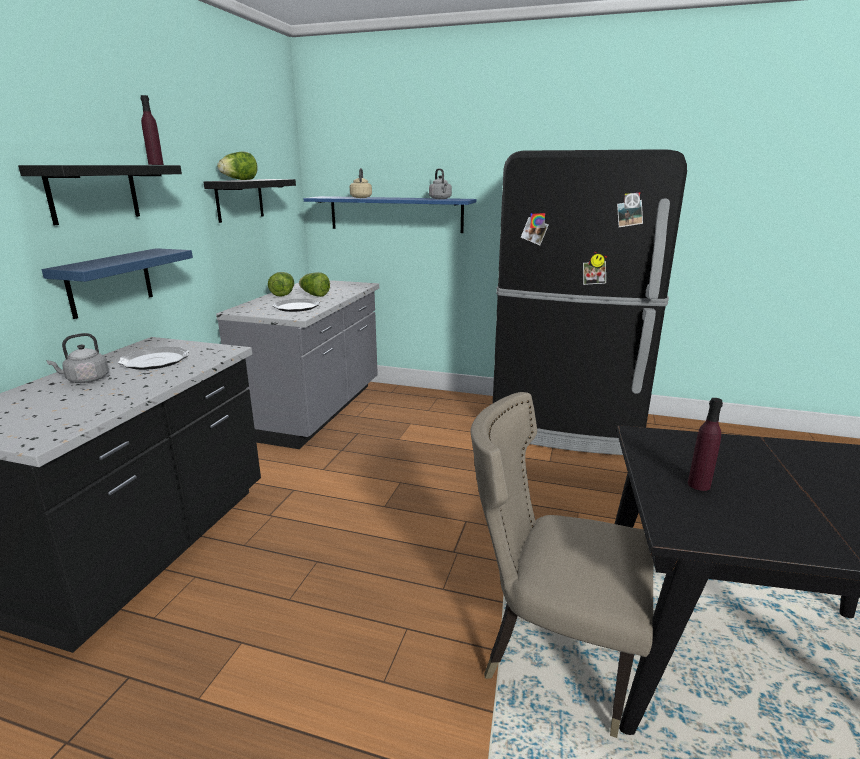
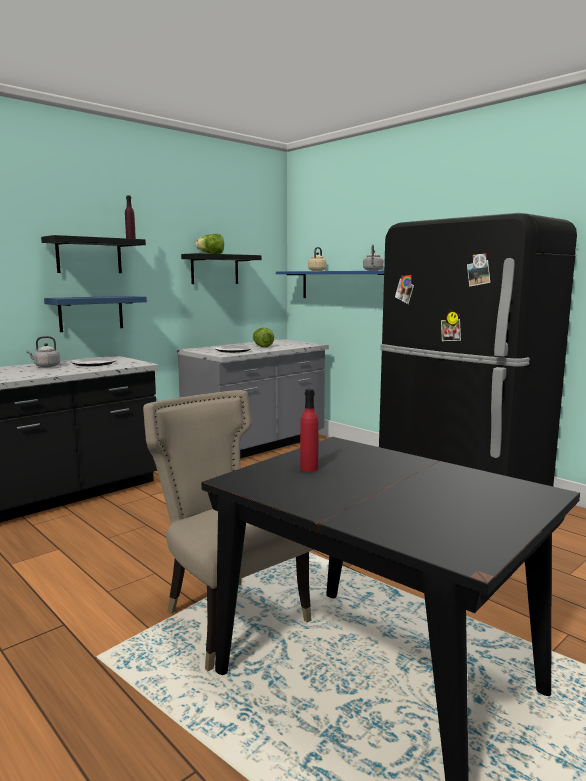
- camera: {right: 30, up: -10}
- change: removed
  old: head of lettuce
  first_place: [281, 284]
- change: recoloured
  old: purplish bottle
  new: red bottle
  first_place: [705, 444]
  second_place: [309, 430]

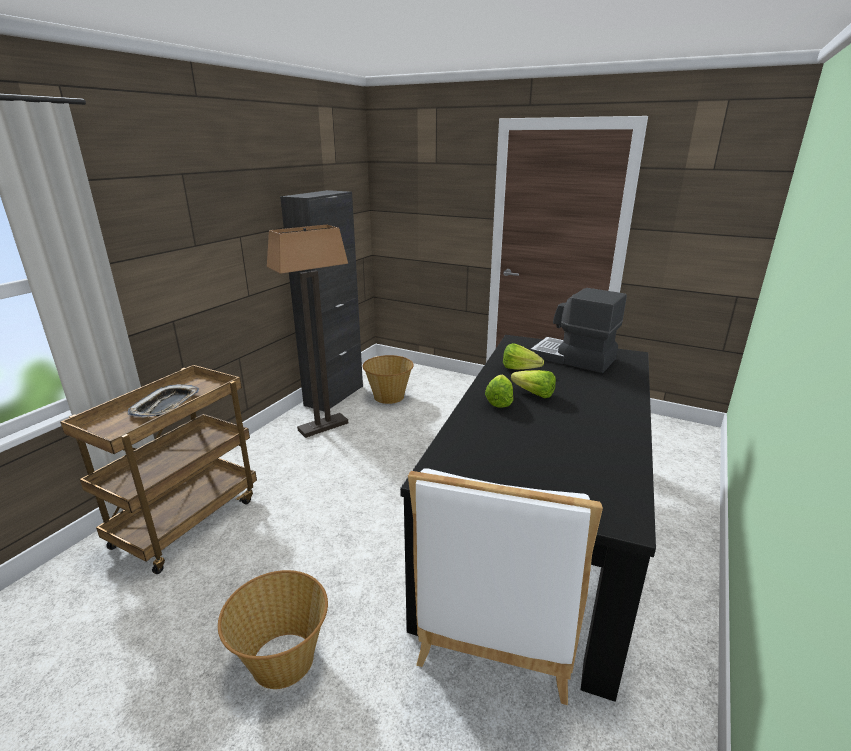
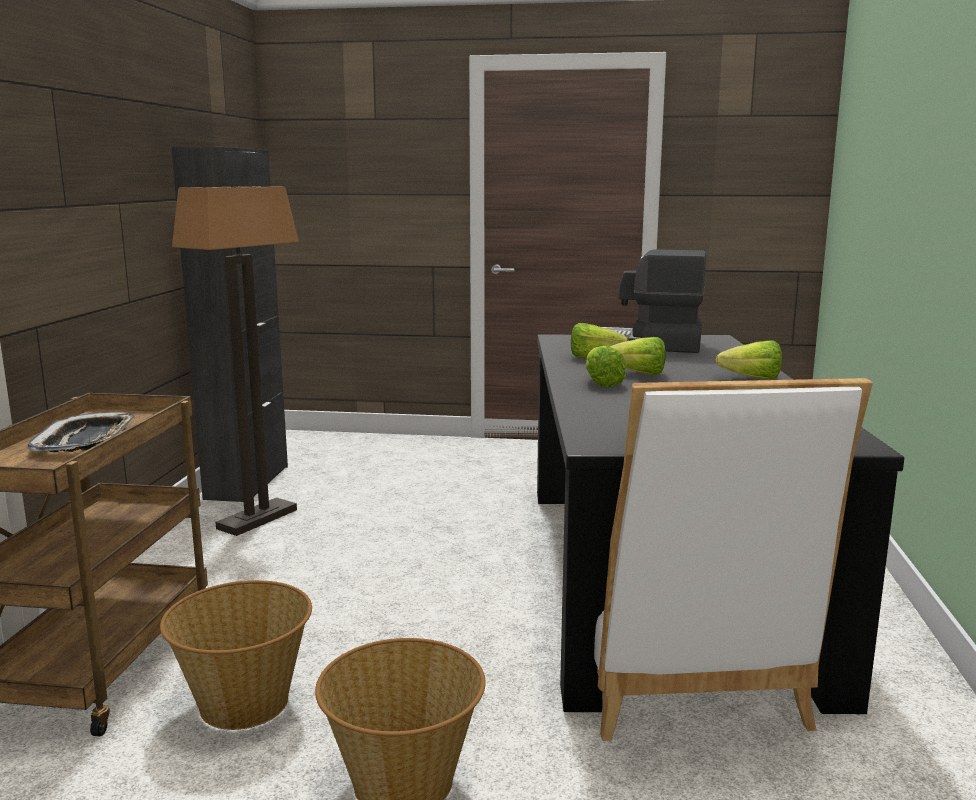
- camera: {right: -20, up: -10}
- change: moved
  old: basket
  first_place: [388, 379]
  second_place: [236, 655]
- change: added
  new: head of lettuce
  second_place: [749, 360]

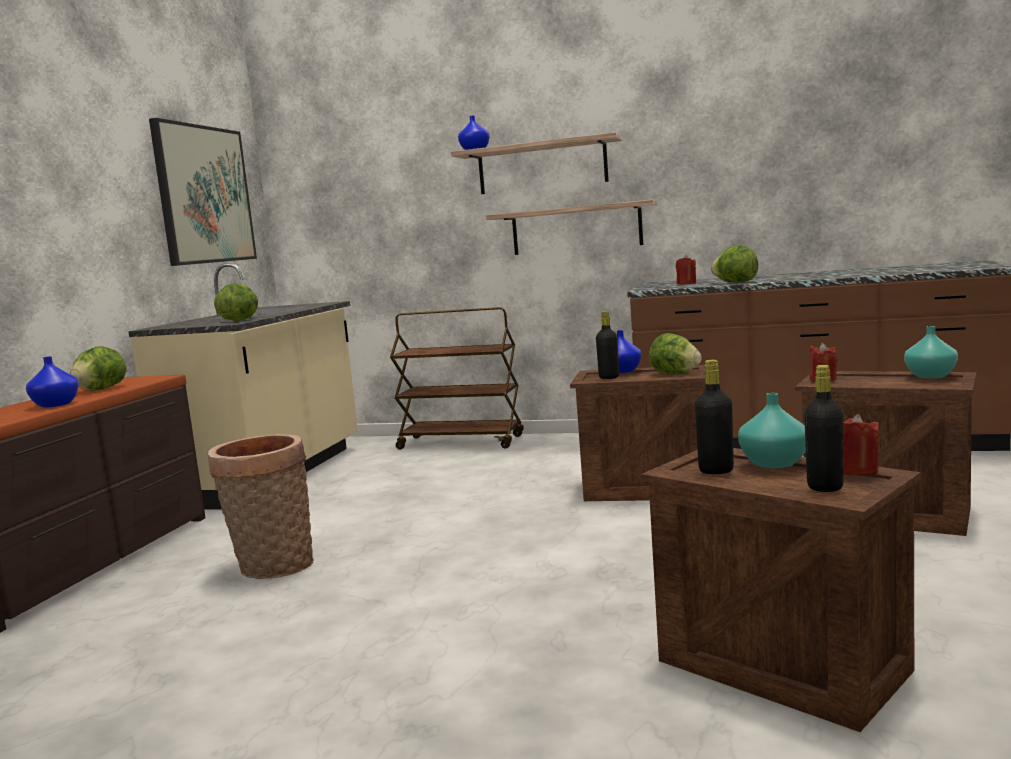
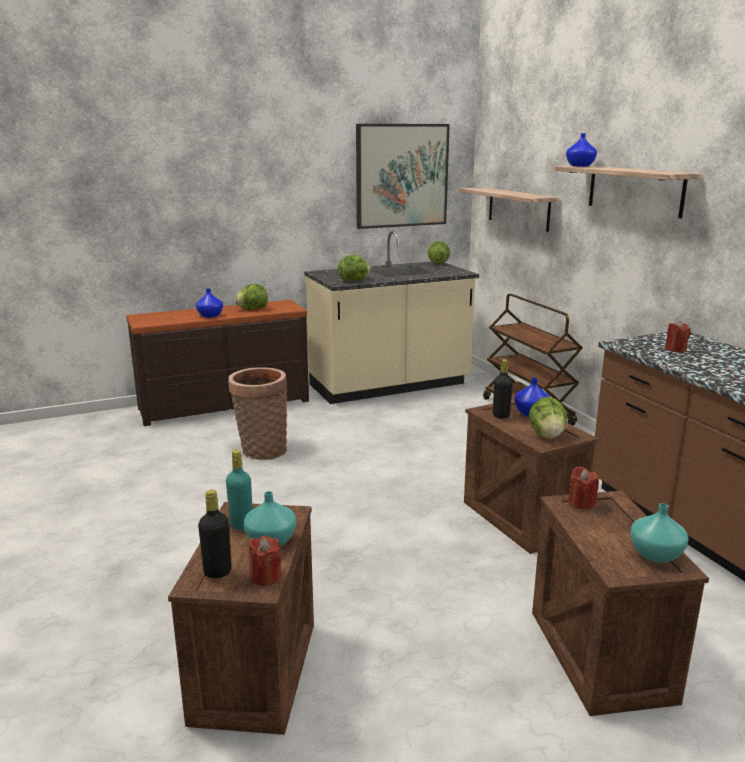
- camera: {right: 50, up: 10}
- change: moved
  old: wall shelf
  first_place: [571, 227]
  second_place: [510, 209]
- change: recoloured
  old: black bottle
  new: turquoise bottle
  first_place: [714, 417]
  second_place: [239, 490]
- change: moved
  old: head of lettuce
  first_place: [734, 264]
  second_place: [439, 253]

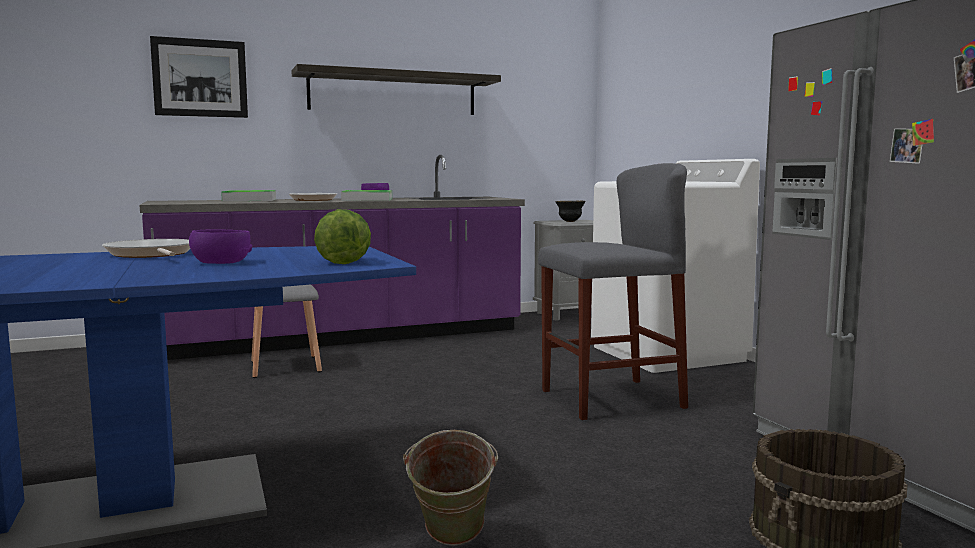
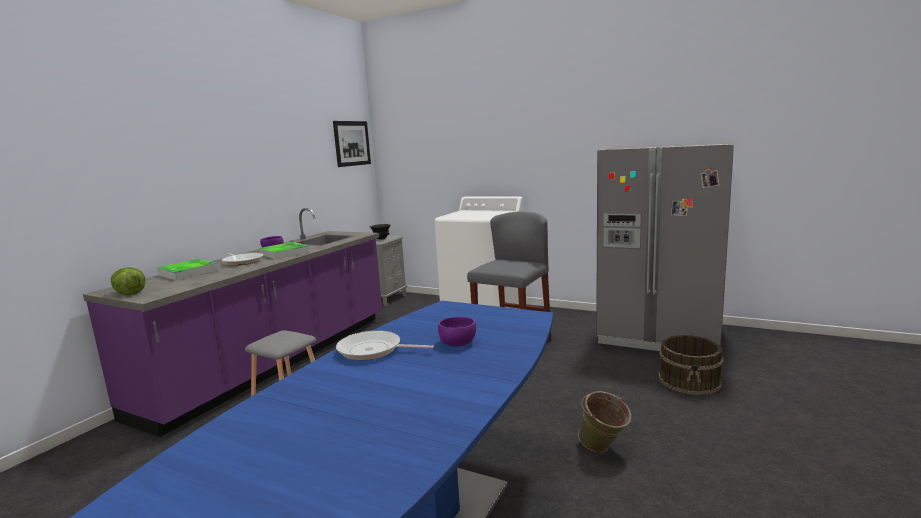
- camera: {right: -40, up: 5}
- change: moved
  old: wall picture
  first_place: [199, 77]
  second_place: [352, 144]
- change: removed
  old: wall shelf
  first_place: [396, 89]
- change: moved
  old: head of lettuce
  first_place: [342, 236]
  second_place: [128, 281]

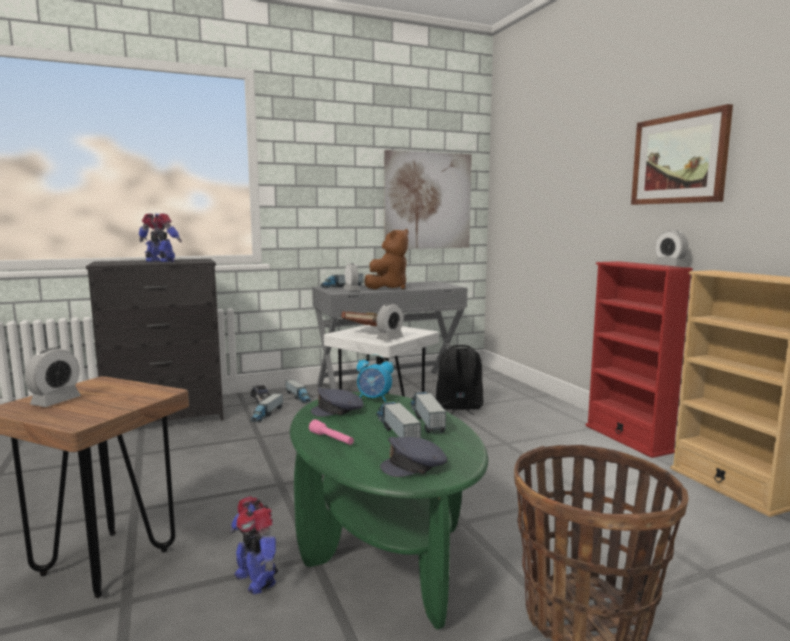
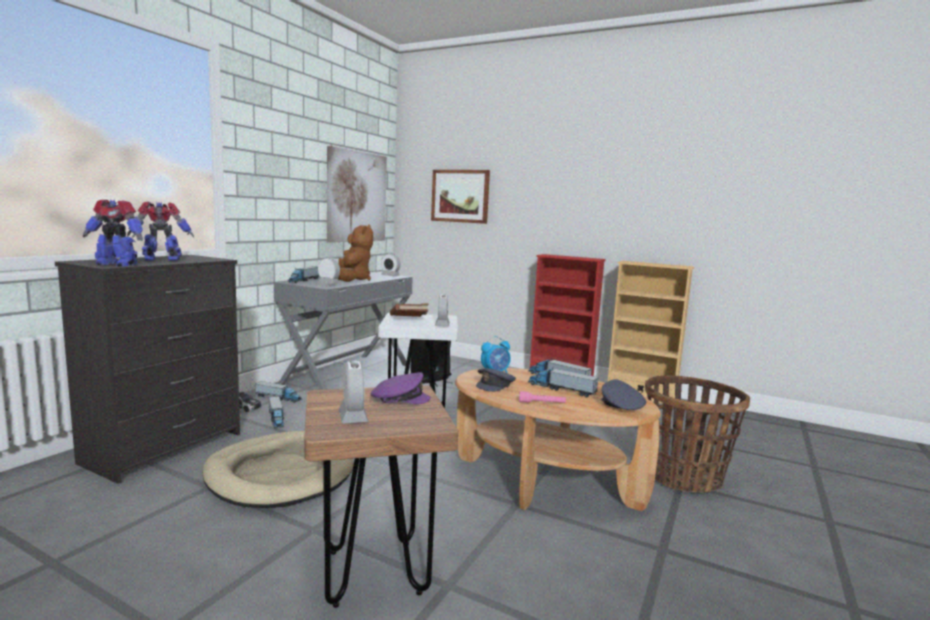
- camera: {right: -40, up: 0}
- change: moved
  old: robot figure
  first_place: [253, 545]
  second_place: [113, 233]
- change: recoloured
  old: green-coloured low table
  new: brown-coloured low table
  first_place: [389, 511]
  second_place: [558, 439]
- change: turned
  old: gray peaked cap
  first_place: [413, 457]
  second_place: [623, 394]
  degrees: 135
- change: moved
  old: wall picture
  first_place: [682, 154]
  second_place: [460, 197]
- change: moved
  old: table clock
  first_place: [671, 248]
  second_place: [391, 264]
- change: added
  new: beige-coloured dog cushion
  second_place: [278, 469]
- change: added
  new: purplish peaked cap
  second_place: [401, 388]

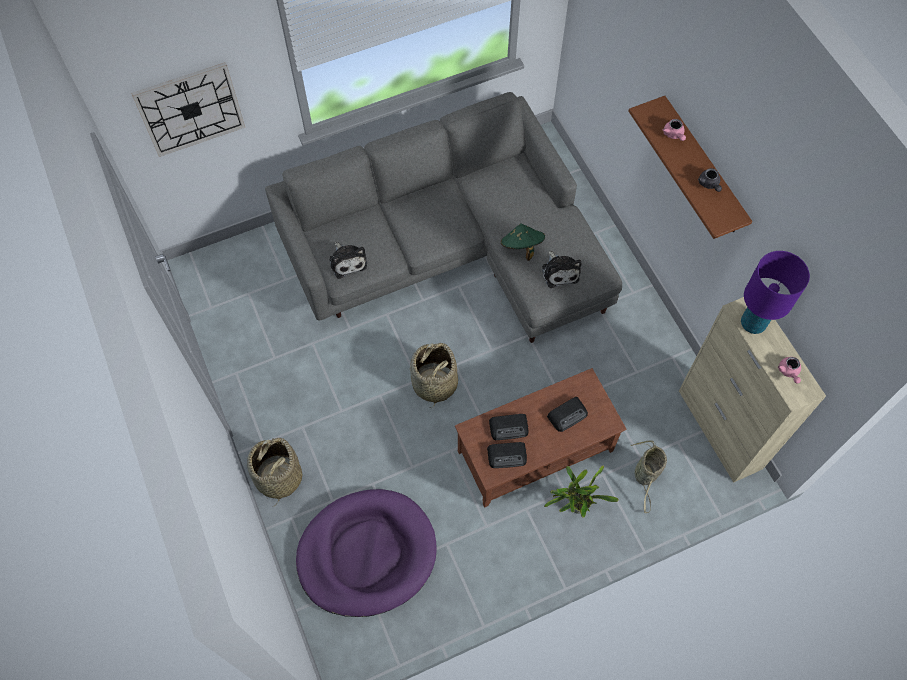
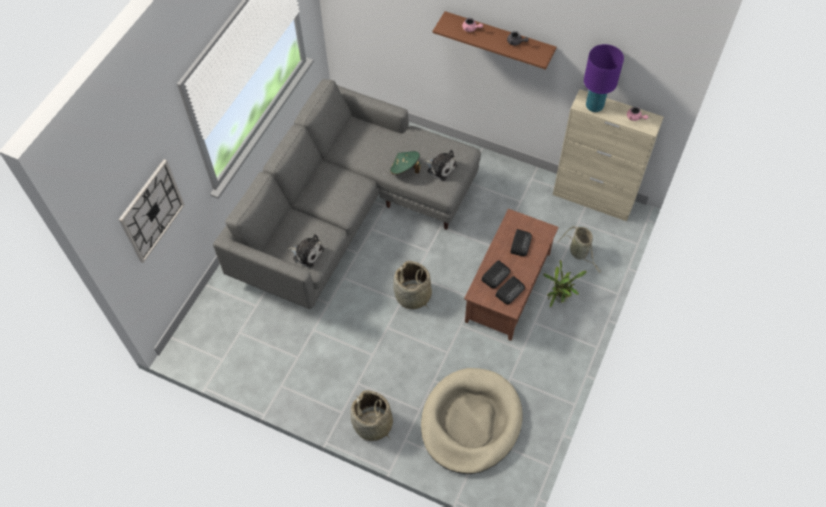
- camera: {right: -40, up: -5}
- change: recoloured
  old: purplish dog cushion
  new: beige-coloured dog cushion
  first_place: [366, 553]
  second_place: [471, 421]

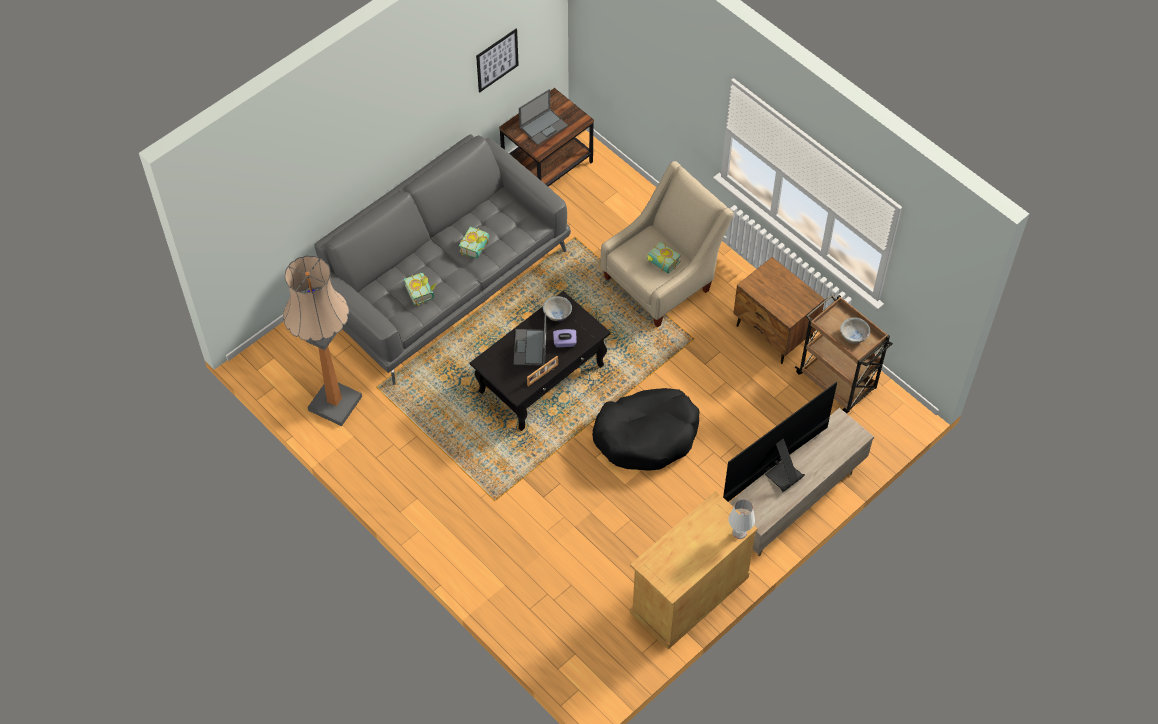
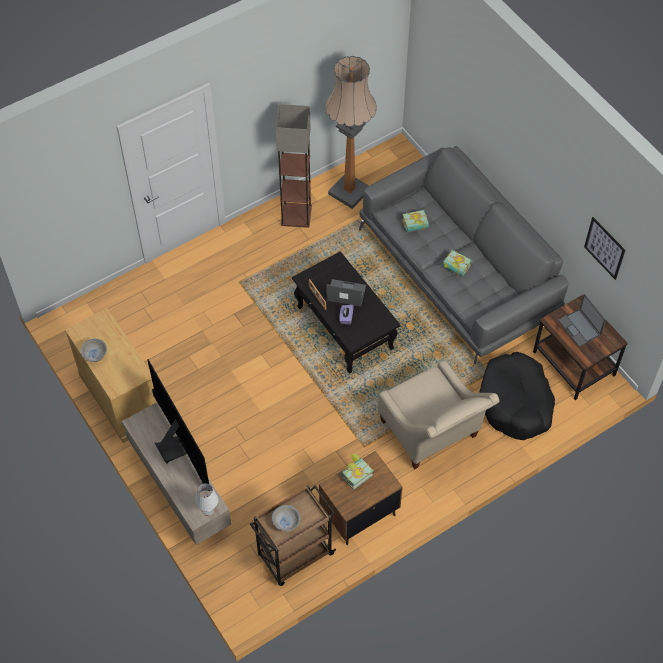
- camera: {right: 100, up: 0}
- change: moved
  old: white-coloured serving bowl
  first_place: [557, 308]
  second_place: [94, 350]
- change: moved
  old: black dog cushion
  first_place: [646, 429]
  second_place: [517, 396]
- change: moved
  old: bound book
  first_place: [664, 258]
  second_place: [357, 471]
- change: moved
  old: white-coloured lamp for a table
  first_place: [742, 519]
  second_place: [206, 499]
- change: added
  new: standard lamp
  second_place: [293, 166]

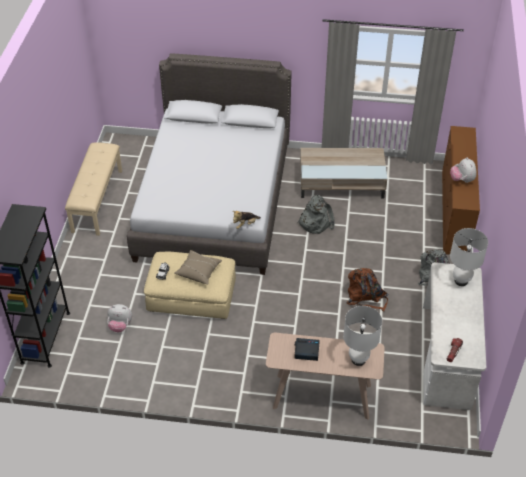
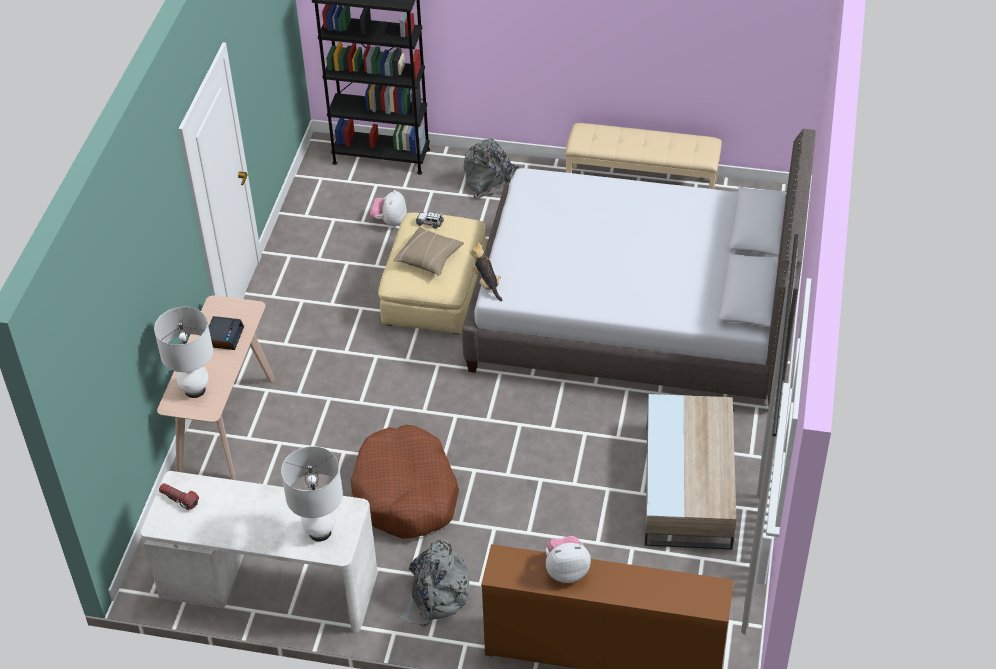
- camera: {right: 95, up: 0}
- change: moved
  old: gray rucksack
  first_place: [316, 214]
  second_place: [492, 168]
- change: replaced
  old: brown-coloured rucksack
  new: brown-coloured dog cushion
  first_place: [367, 289]
  second_place: [405, 481]

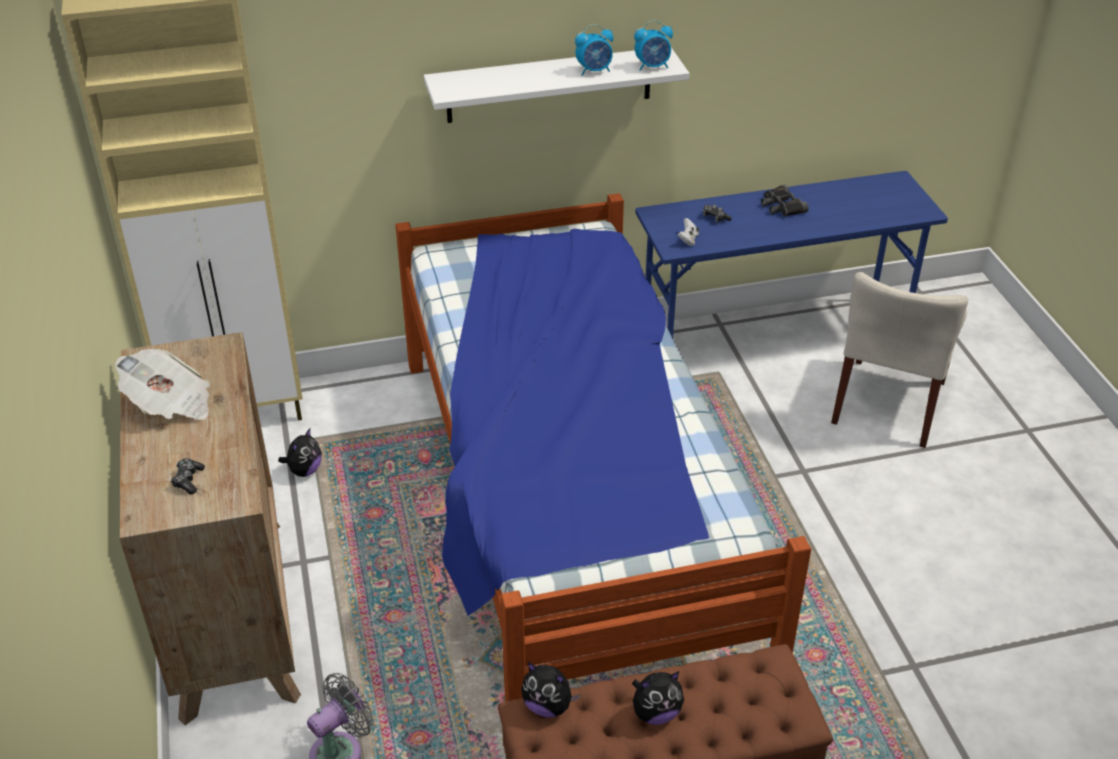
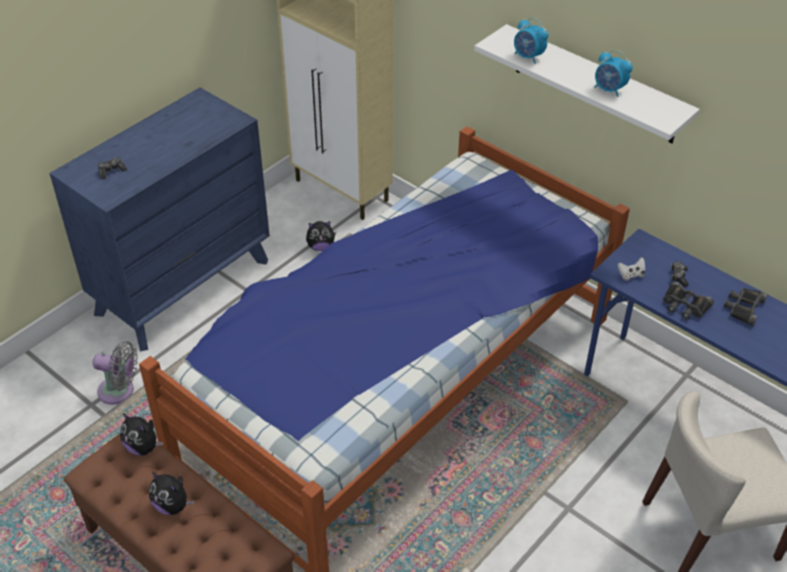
- camera: {right: 55, up: 5}
- change: removed
  old: daily paper
  first_place: [162, 384]
- change: recoloured
  old: brown-coloured chest of drawers
  new: blue-coloured chest of drawers
  first_place: [210, 528]
  second_place: [160, 219]
- change: turned
  old: cuddly toy
  first_place: [550, 690]
  second_place: [141, 434]
  degrees: -45
- change: moved
  old: table clock
  first_place: [653, 45]
  second_place: [531, 41]
- change: added
  new: black pair of binoculars
  second_place: [688, 300]

